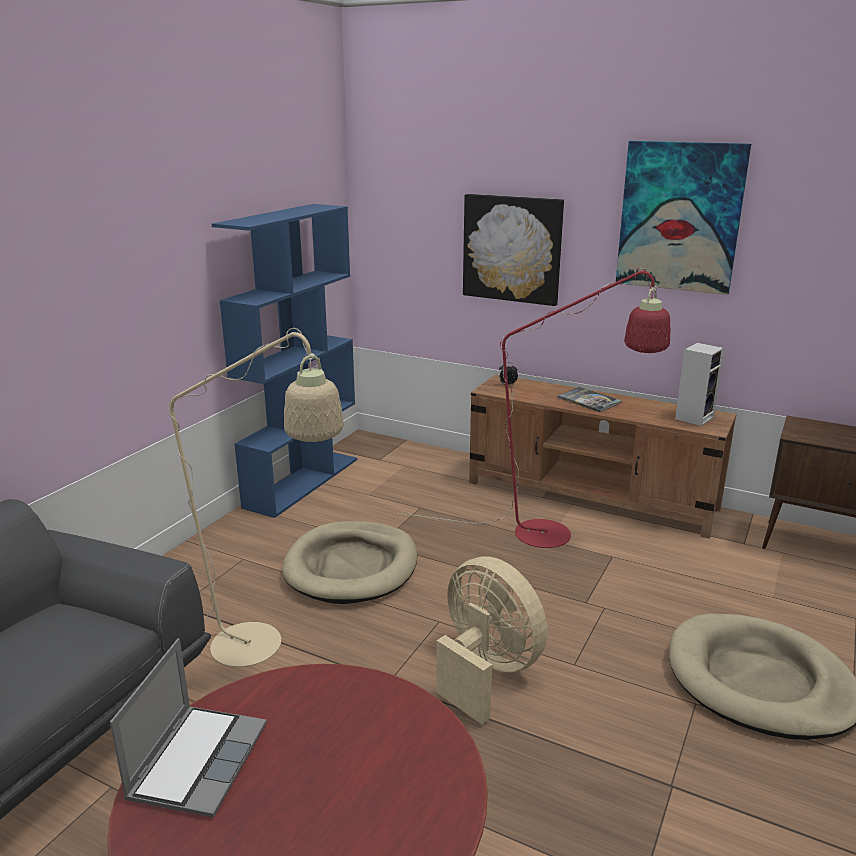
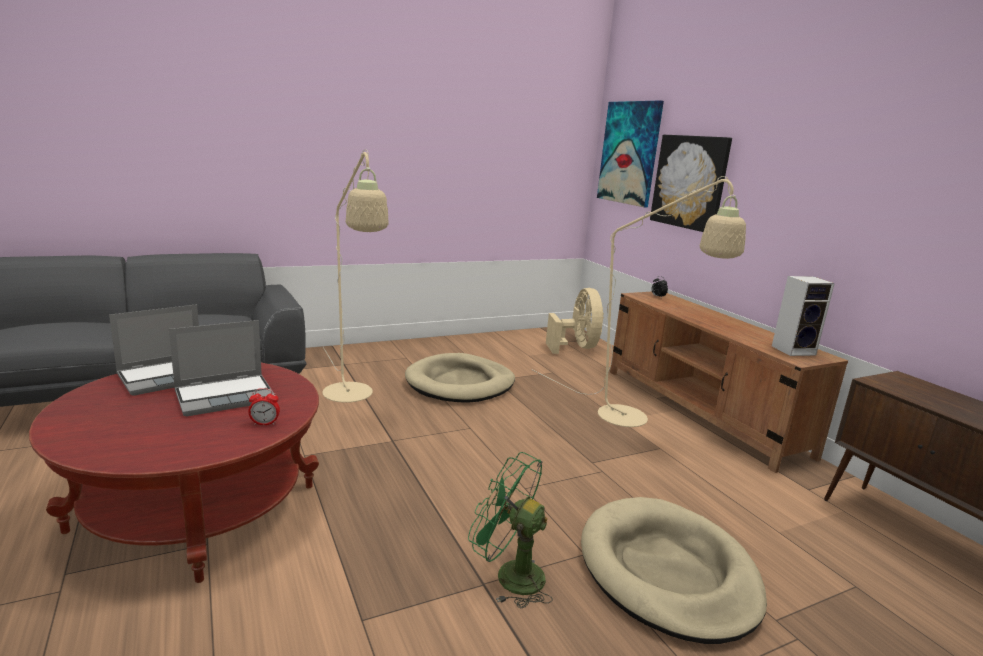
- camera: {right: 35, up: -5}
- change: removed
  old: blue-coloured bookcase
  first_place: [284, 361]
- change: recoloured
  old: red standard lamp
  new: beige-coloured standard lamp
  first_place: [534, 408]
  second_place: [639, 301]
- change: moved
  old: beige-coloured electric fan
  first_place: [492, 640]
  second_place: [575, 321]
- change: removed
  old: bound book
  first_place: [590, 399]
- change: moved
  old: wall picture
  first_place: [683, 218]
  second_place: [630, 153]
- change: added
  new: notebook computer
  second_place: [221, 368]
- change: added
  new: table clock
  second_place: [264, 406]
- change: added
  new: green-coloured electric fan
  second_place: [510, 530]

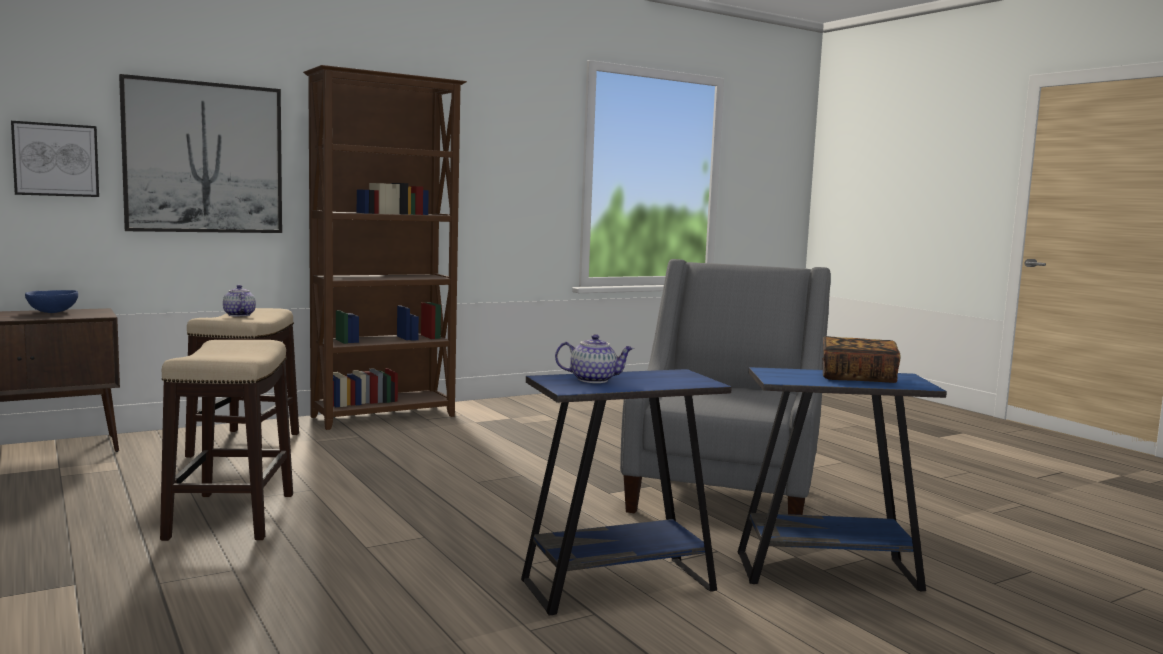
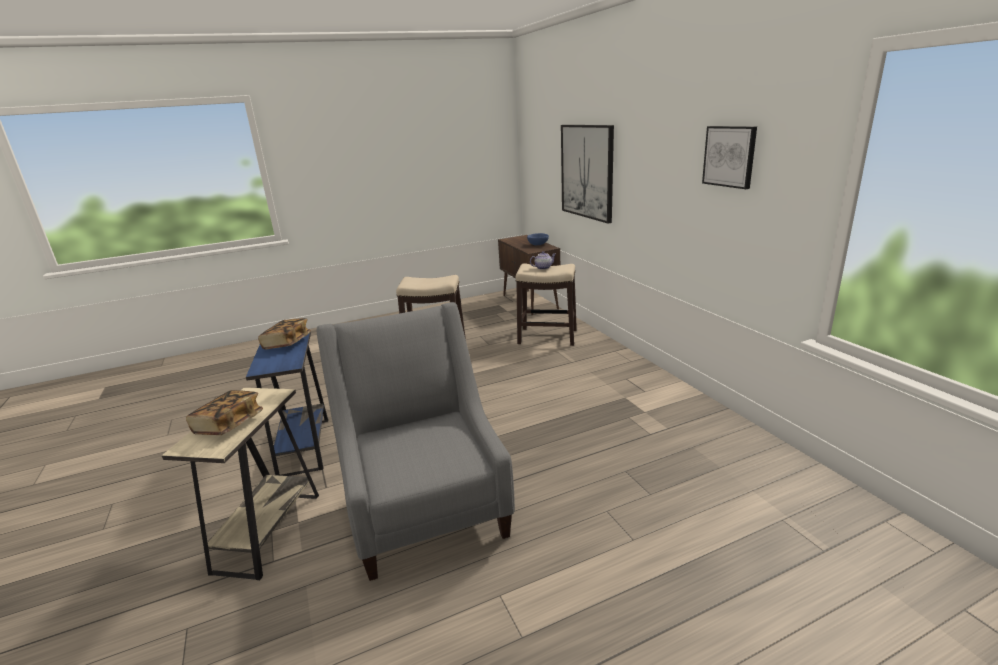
- camera: {right: 100, up: 15}
- change: moved
  old: wall picture
  first_place: [55, 159]
  second_place: [729, 157]
- change: removed
  old: brown-coloured bookcase
  first_place: [385, 247]
- change: replaced
  old: teapot
  new: bound book
  first_place: [594, 358]
  second_place: [284, 334]
- change: turned
  old: gray lounge chair
  first_place: [725, 387]
  second_place: [415, 441]
  degrees: -135
- change: recoloured
  old: blue-coloured accent table
  new: beige-coloured accent table
  first_place: [842, 479]
  second_place: [240, 484]

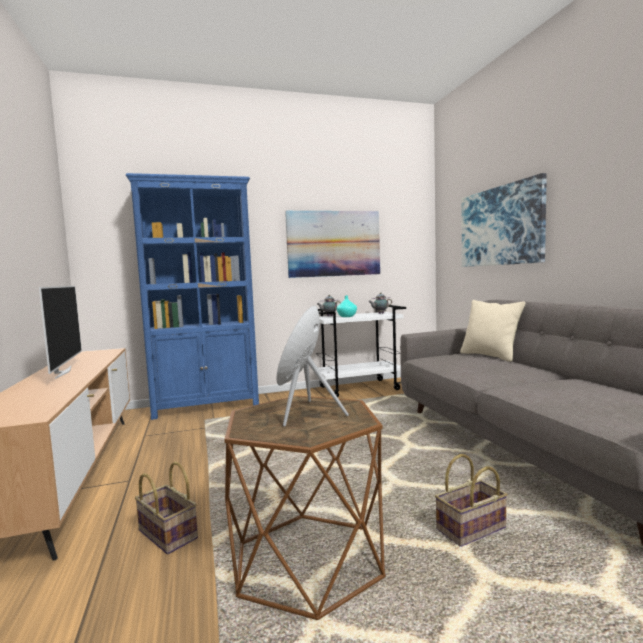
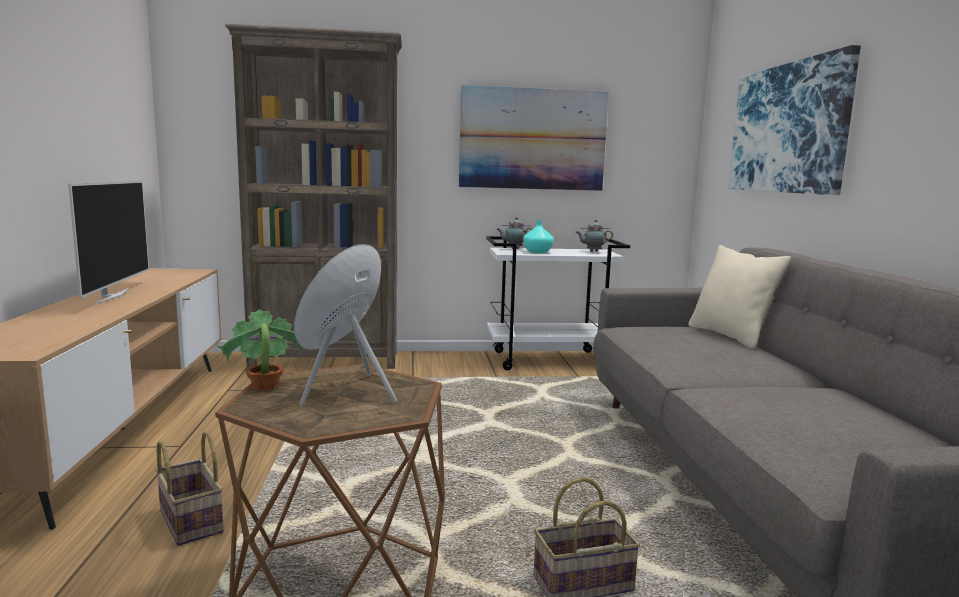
- camera: {right: 10, up: 5}
- change: recoloured
  old: blue-coloured bookcase
  new: brown-coloured bookcase
  first_place: [192, 296]
  second_place: [313, 196]
- change: added
  new: houseplant
  second_place: [260, 349]

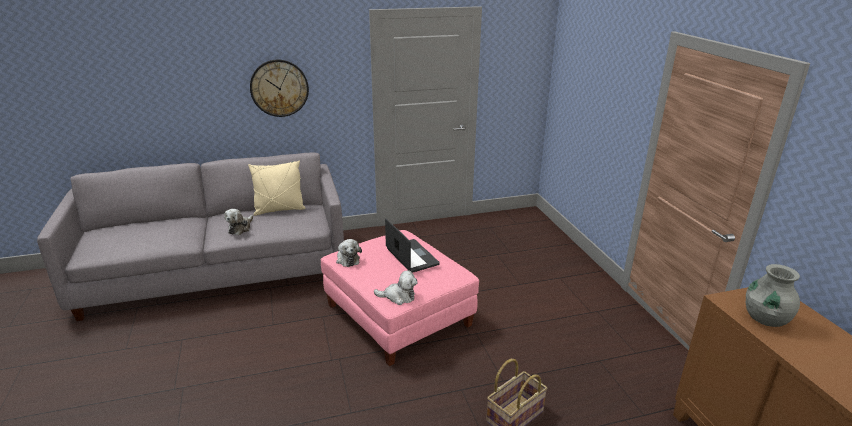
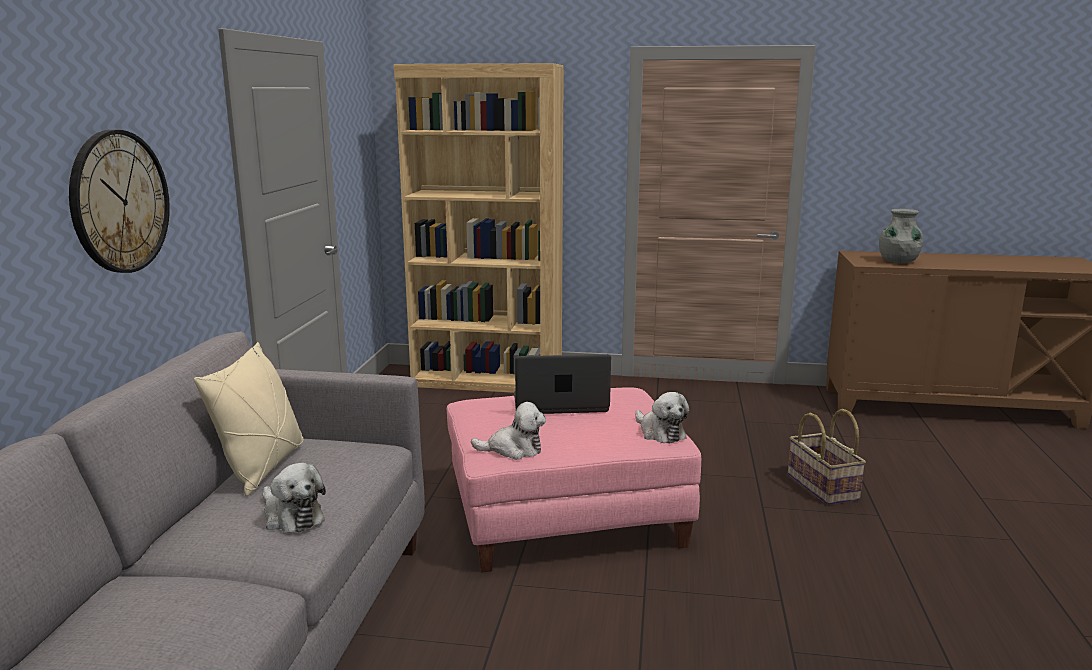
- camera: {right: -65, up: -10}
- change: turned
  old: cuddly toy
  first_place: [396, 287]
  second_place: [662, 418]
  degrees: 120
- change: added
  new: brown-coloured bookcase
  second_place: [479, 228]

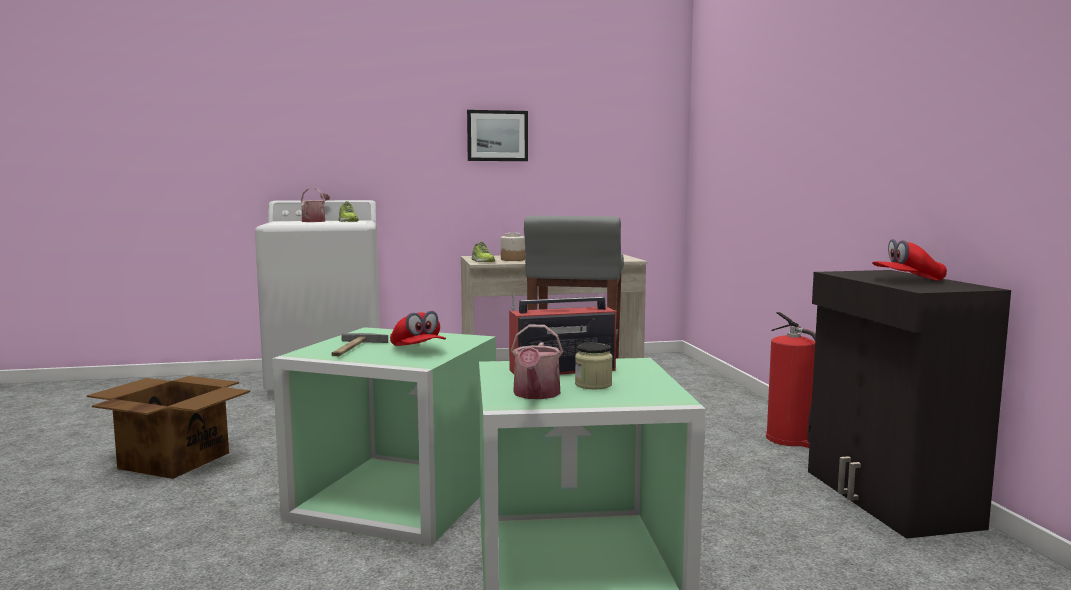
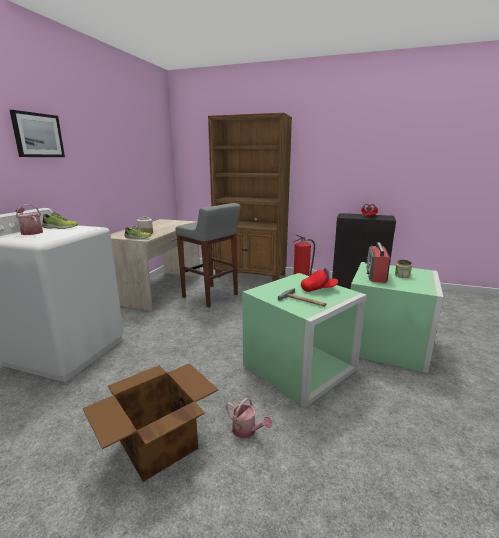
- camera: {right: -60, up: 10}
- change: moved
  old: wall picture
  first_place: [497, 135]
  second_place: [37, 133]
- change: moved
  old: sprinkling can
  first_place: [537, 361]
  second_place: [249, 418]
- change: added
  new: brown-coloured bookcase
  second_place: [250, 197]

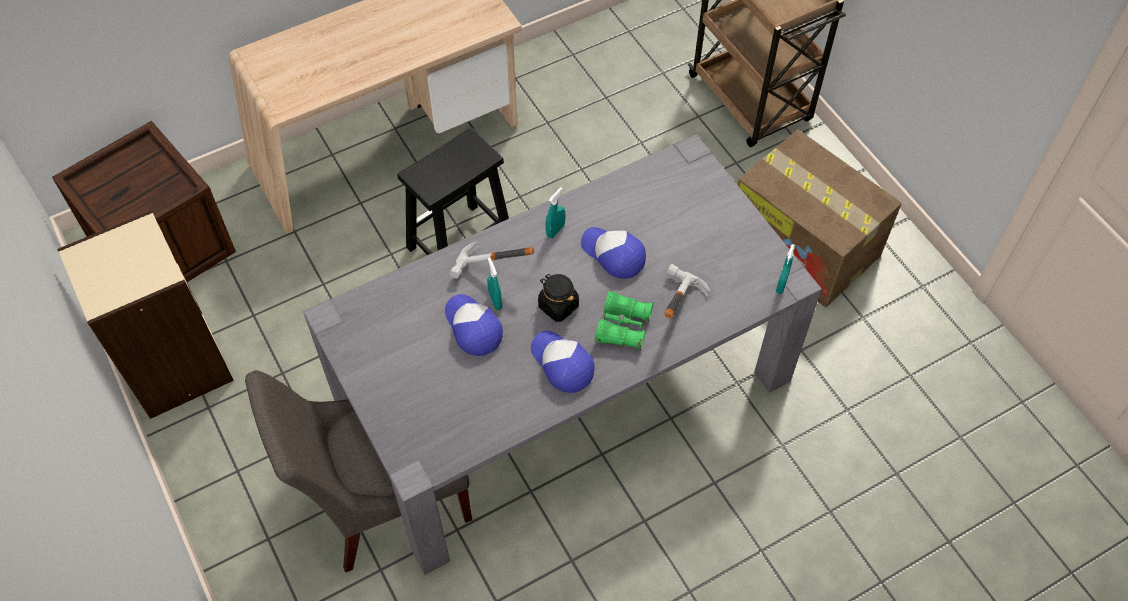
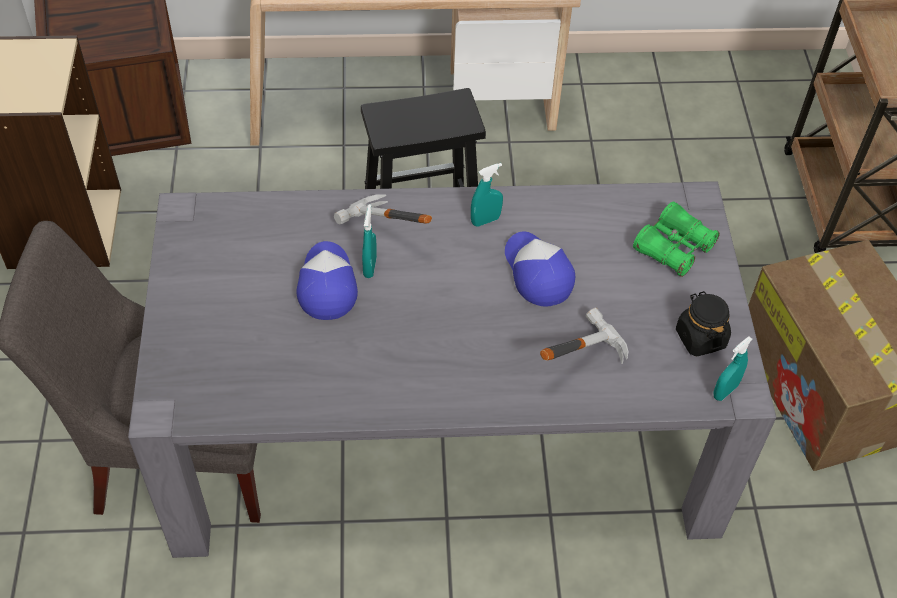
- camera: {right: 25, up: -5}
- change: removed
  old: peaked cap
  first_place: [563, 362]
- change: moved
  old: black storage jar
  first_place: [558, 298]
  second_place: [703, 323]
- change: moved
  old: green-coloured pair of binoculars
  first_place: [624, 320]
  second_place: [676, 239]

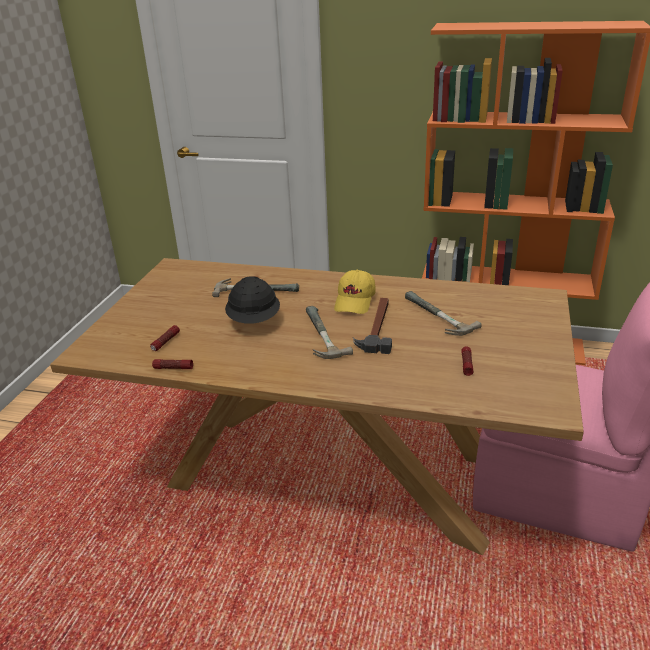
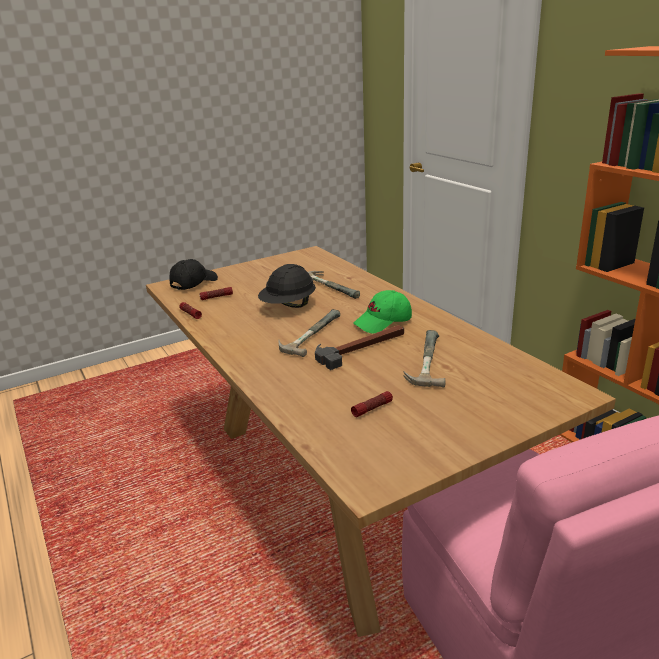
- camera: {right: 45, up: -5}
- change: recoloured
  old: yellow peaked cap
  new: green-coloured peaked cap
  first_place: [355, 292]
  second_place: [382, 311]
- change: added
  new: black peaked cap
  second_place: [193, 274]

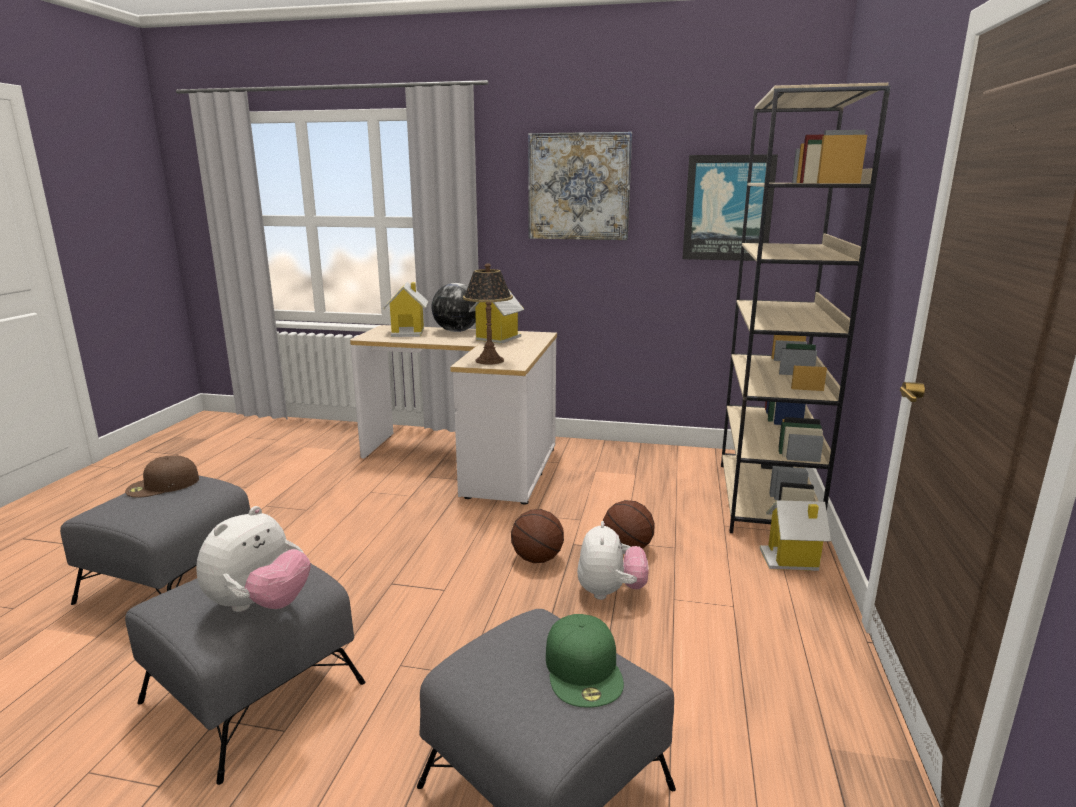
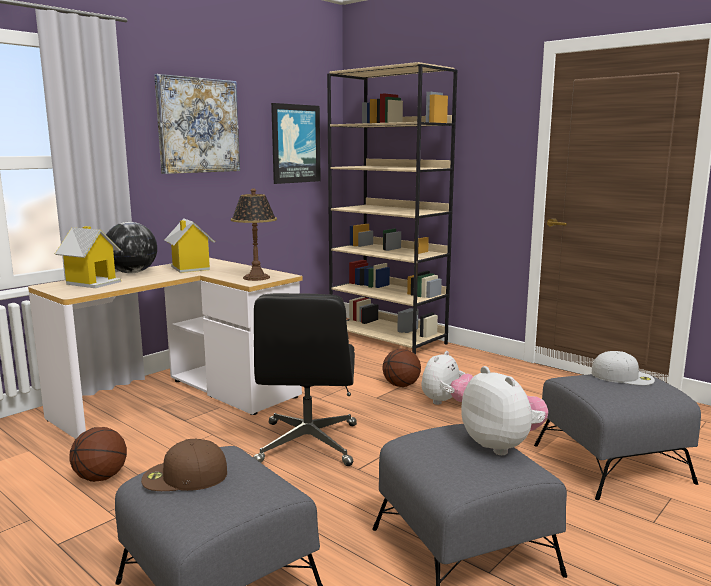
- camera: {right: -60, up: -5}
- change: turned
  old: brown-coloured peaked cap
  first_place: [162, 476]
  second_place: [184, 465]
  degrees: 90
- change: moved
  old: basketball ball
  first_place: [537, 536]
  second_place: [98, 454]
- change: recoloured
  old: green-coloured peaked cap
  new: white-coloured peaked cap
  first_place: [585, 661]
  second_place: [623, 368]
- change: turned
  old: cuddly toy
  first_place: [612, 560]
  second_place: [447, 378]
  degrees: 90
- change: removed
  old: toy house
  first_place: [795, 535]
- change: added
  new: black office chair
  second_place: [305, 379]

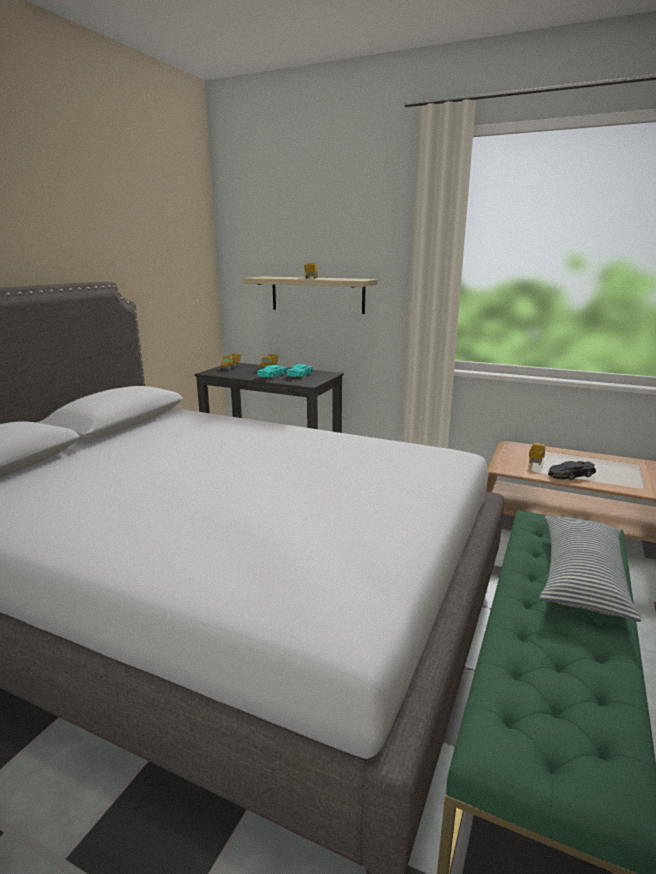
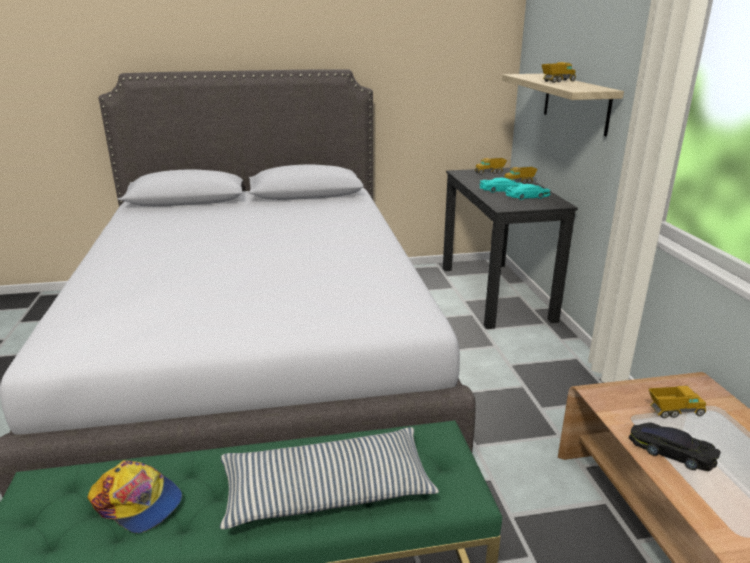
- camera: {right: 55, up: 5}
- change: added
  new: peaked cap
  second_place: [135, 496]

